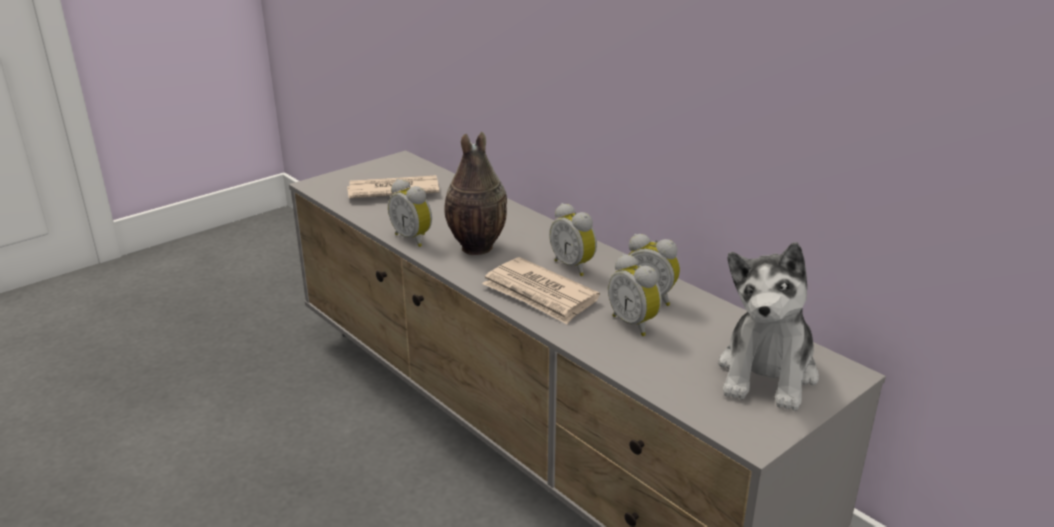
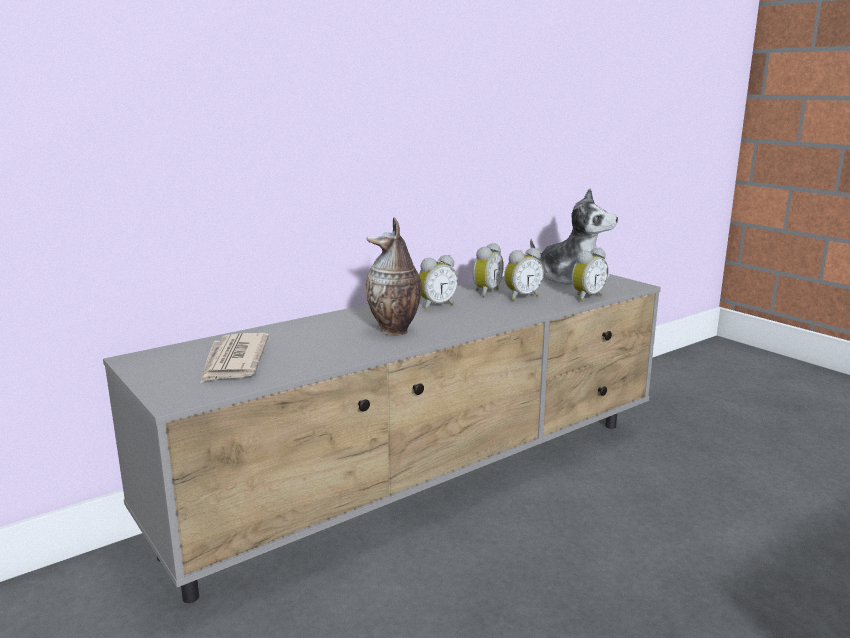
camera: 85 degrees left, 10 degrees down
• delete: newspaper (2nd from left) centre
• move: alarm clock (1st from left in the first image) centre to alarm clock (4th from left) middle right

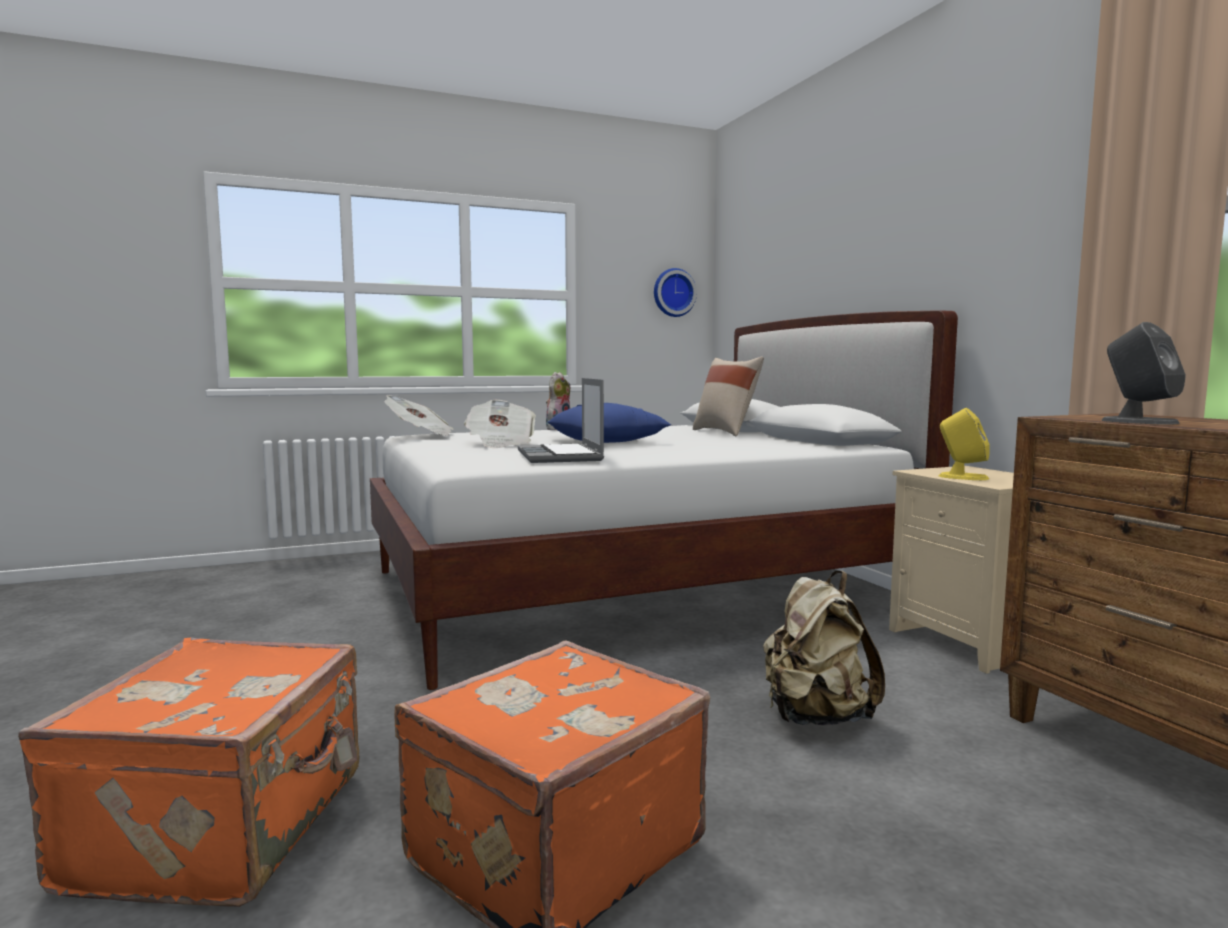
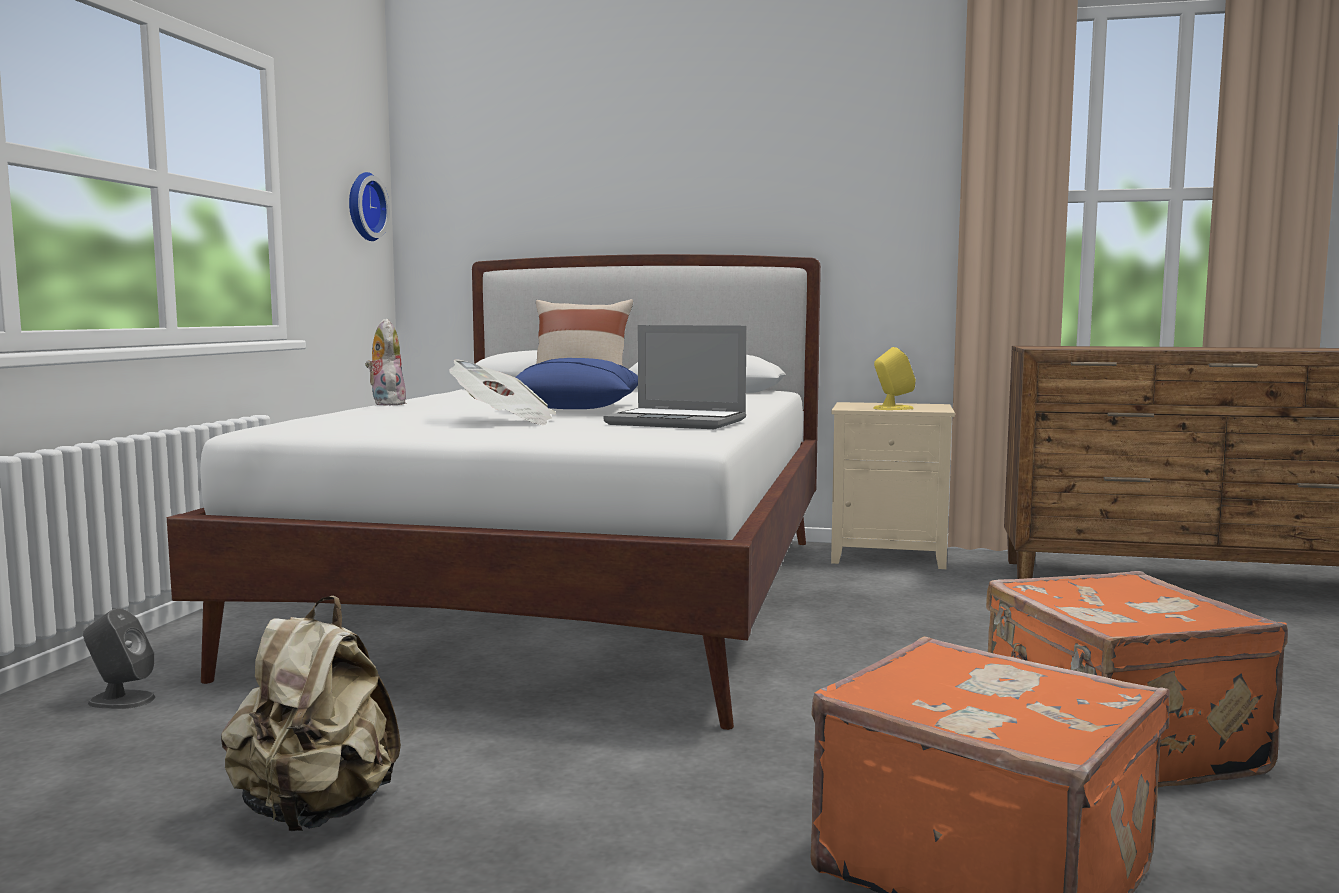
camera: 55 degrees left, 0 degrees up
• delete: newspaper (1st from left) centre
• move: beige backpack bottom right to bottom left
• move: grey speaker middle right to bottom left

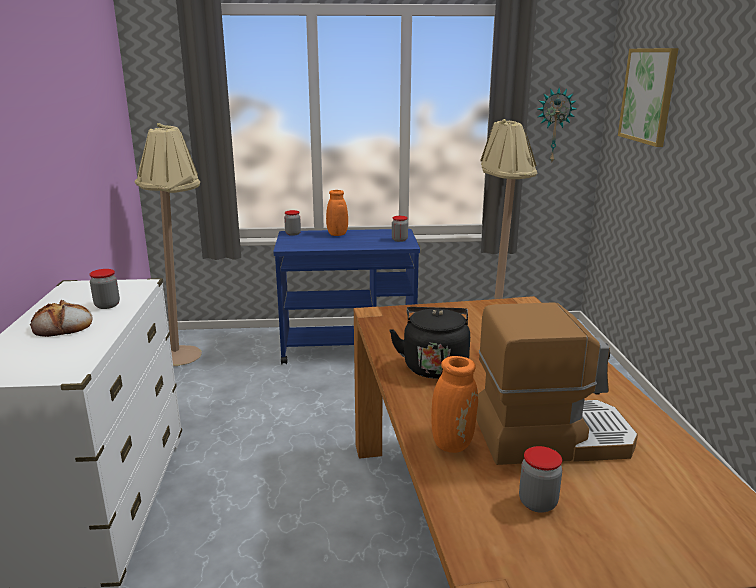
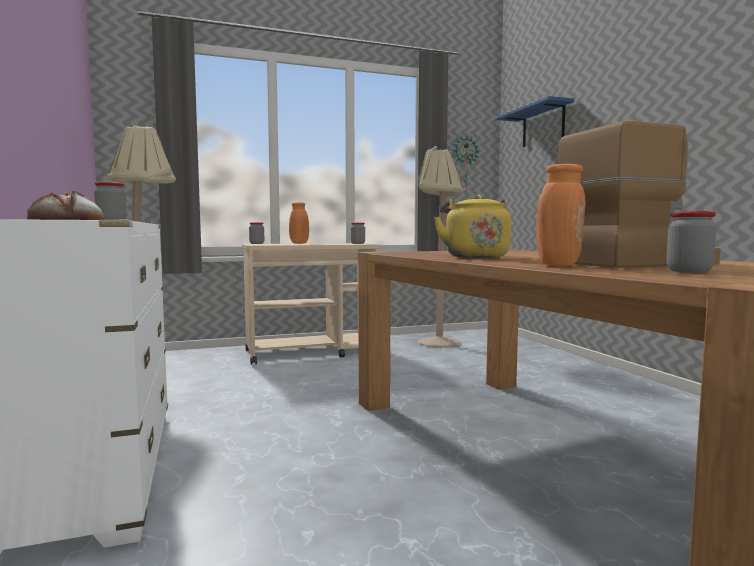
camera: 15 degrees left, 15 degrees down
• replace: picture top right to blue shelf top right
• recolor: blue cart centre to beige cart centre
• recolor: black kettle centre to yellow kettle centre

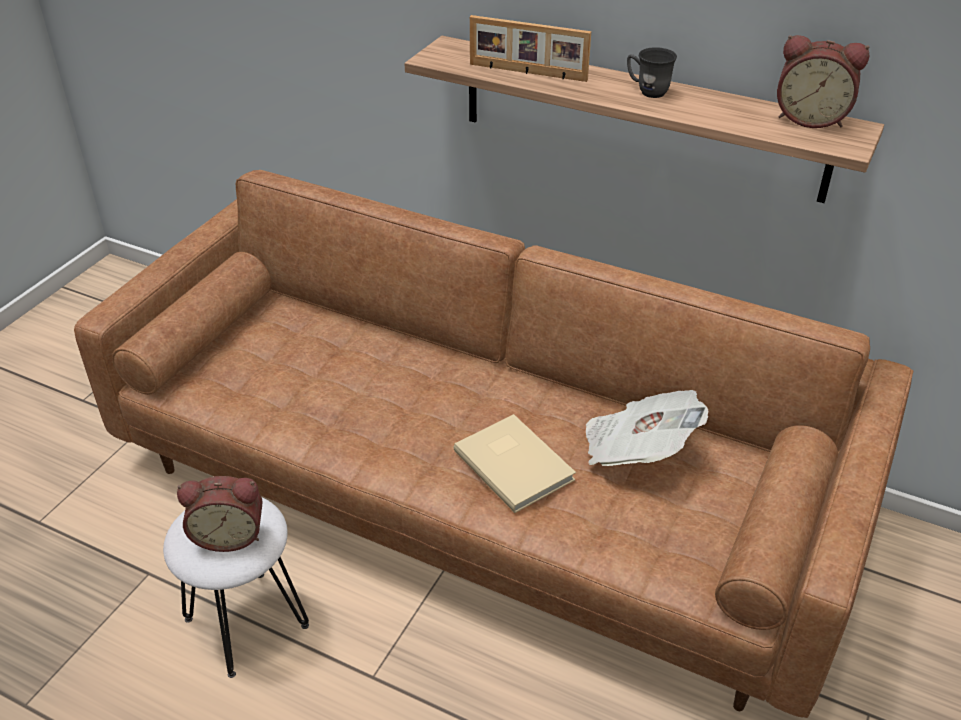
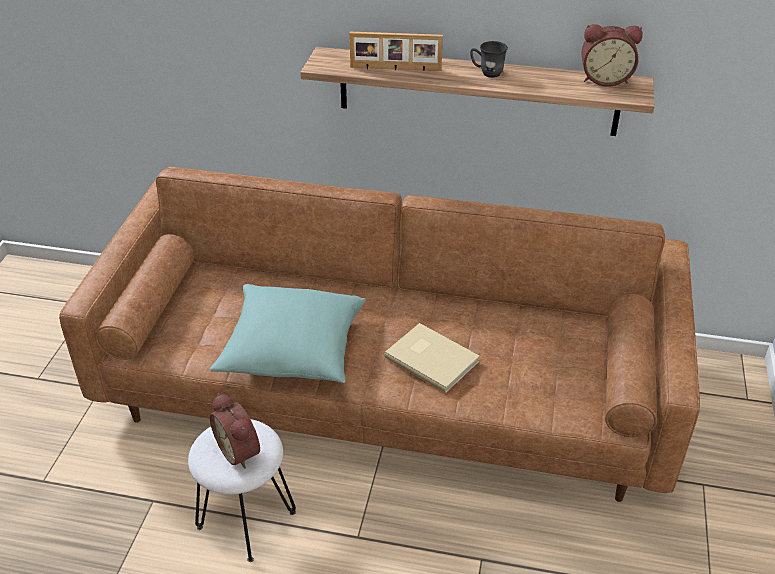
camera: 15 degrees left, 0 degrees up
• delete: newspaper middle right
• insert: turquoise pillow centre
• rotate: alarm clock (1st from left) bottom left = bottom left 75 degrees clockwise

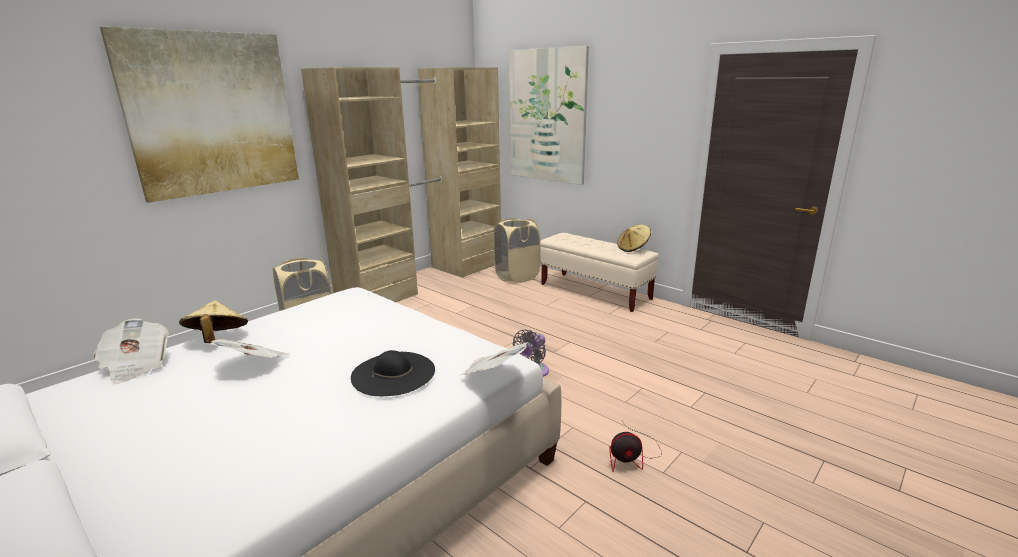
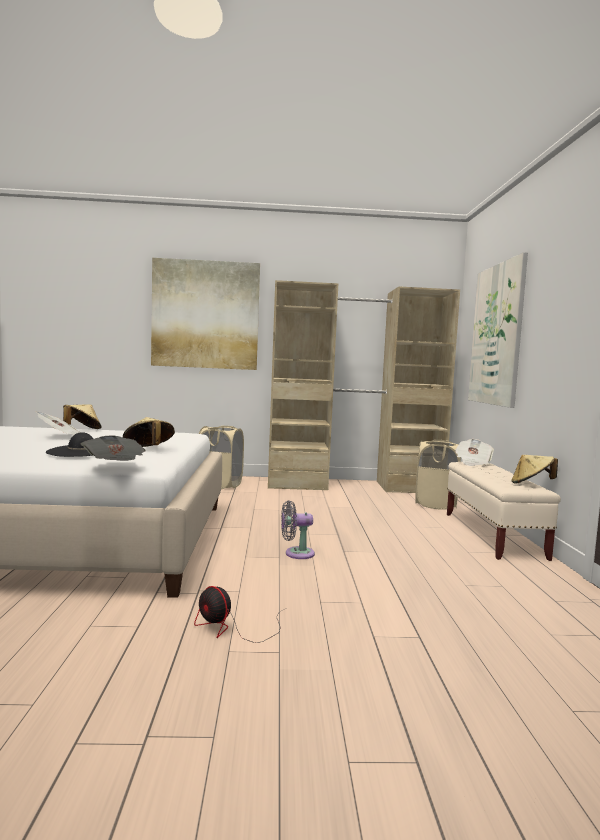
camera: 45 degrees right, 15 degrees down
• insert: beige hat (2nd from left) middle left
• move: newspaper (1st from left in the first image) middle left to newspaper (3rd from left) middle right

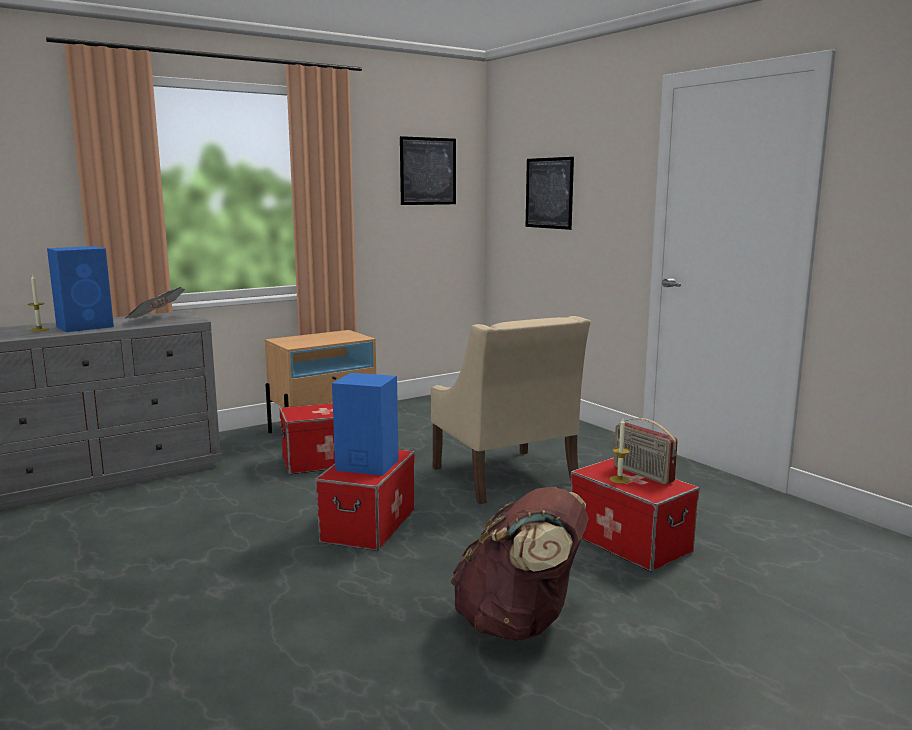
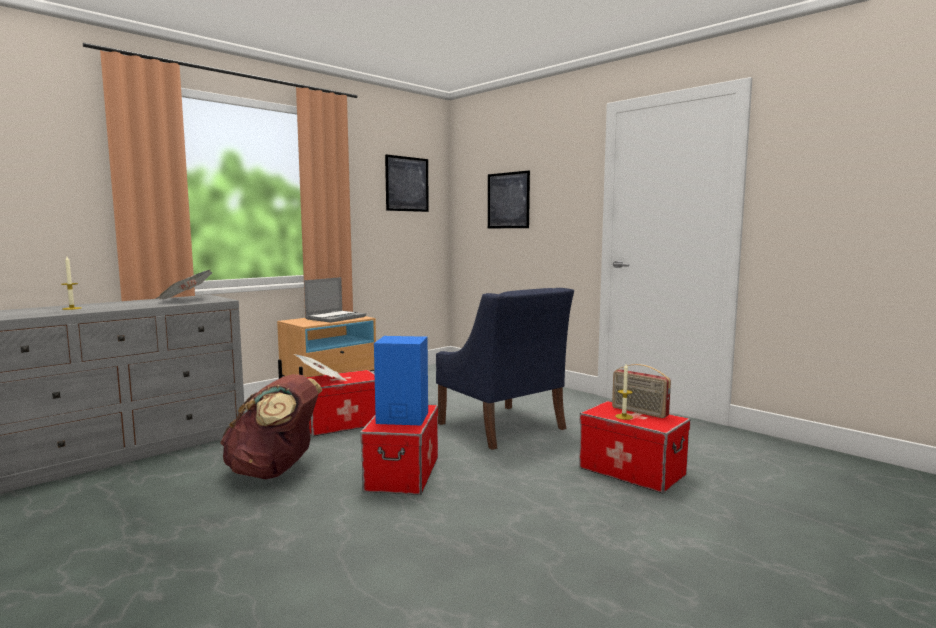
camera: 10 degrees left, 5 degrees down
• delete: blue speaker (1st from left) middle left
• insert: newspaper (2nd from left) centre
• insert: laptop centre
• move: brown backpack bottom centre to bottom left
• recolor: beige armchair centre to blue armchair centre

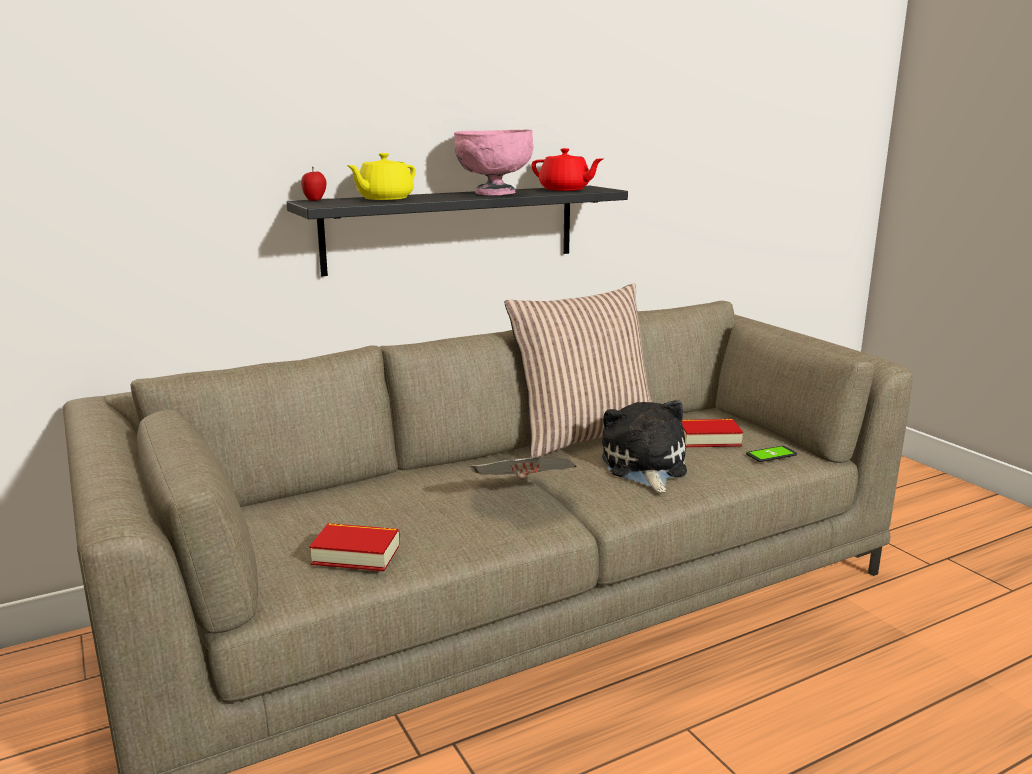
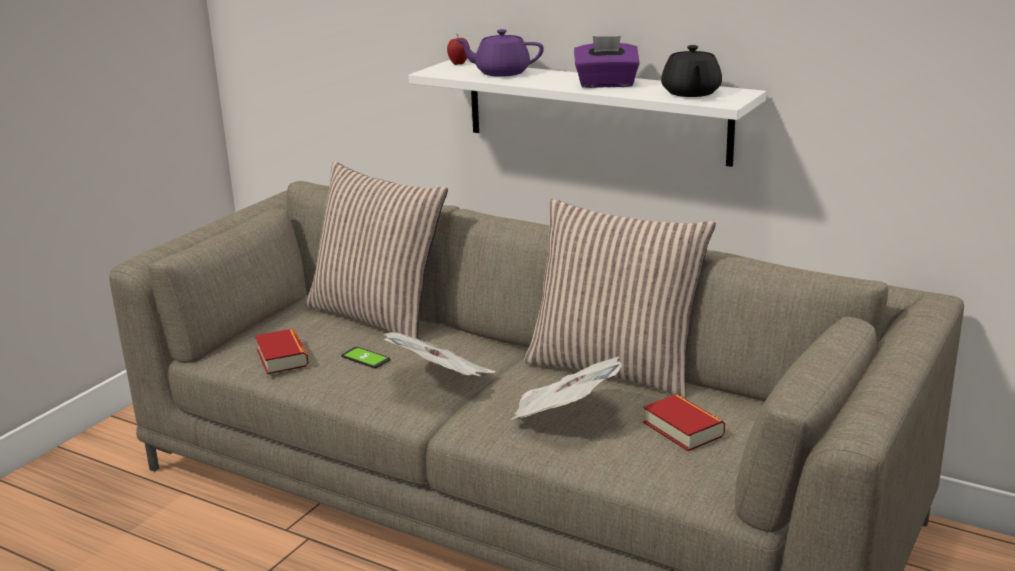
camera: 60 degrees right, 5 degrees up
• insert: pillow (1st from left) centre
• move: phone middle right to centre
• replace: pink bowl top centre to purple tissue box top centre
• replace: plush toy centre to newspaper (2nd from left) bottom centre
• recolor: black shelf top centre to white shelf top centre
• recolor: yellow teapot top centre to purple teapot top centre
• recolor: red teapot top centre to black teapot top right

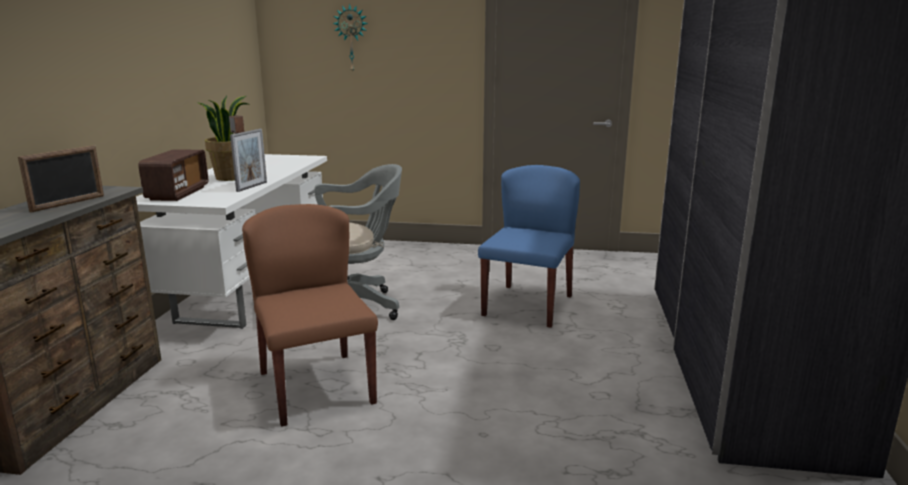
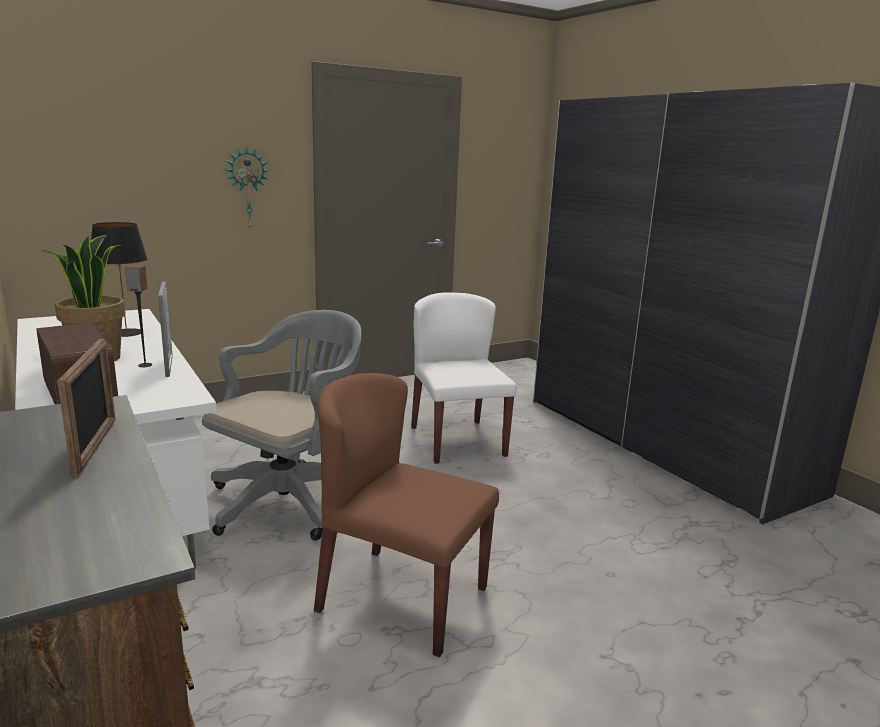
camera: 40 degrees left, 0 degrees up
• insert: black table lamp middle left
• move: wall clock top centre to top left
• recolor: blue chair centre to white chair centre

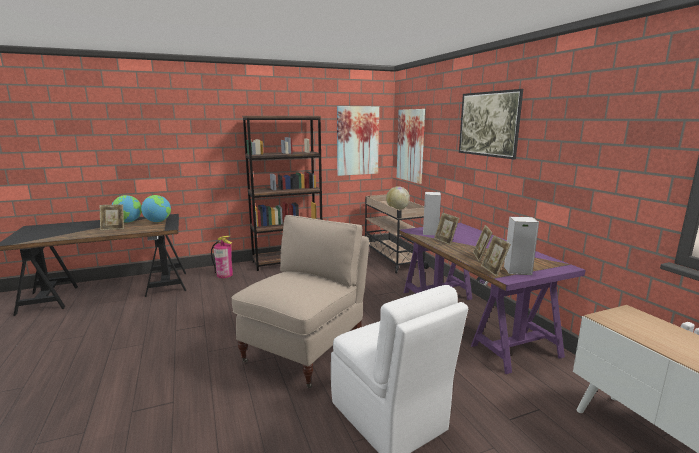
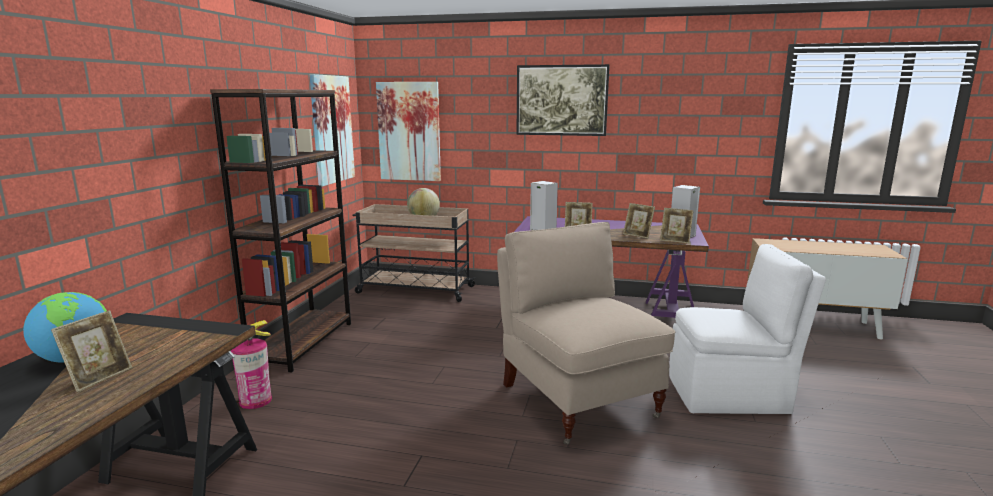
camera: 55 degrees left, 0 degrees up
• delete: globe (2nd from left) middle left

